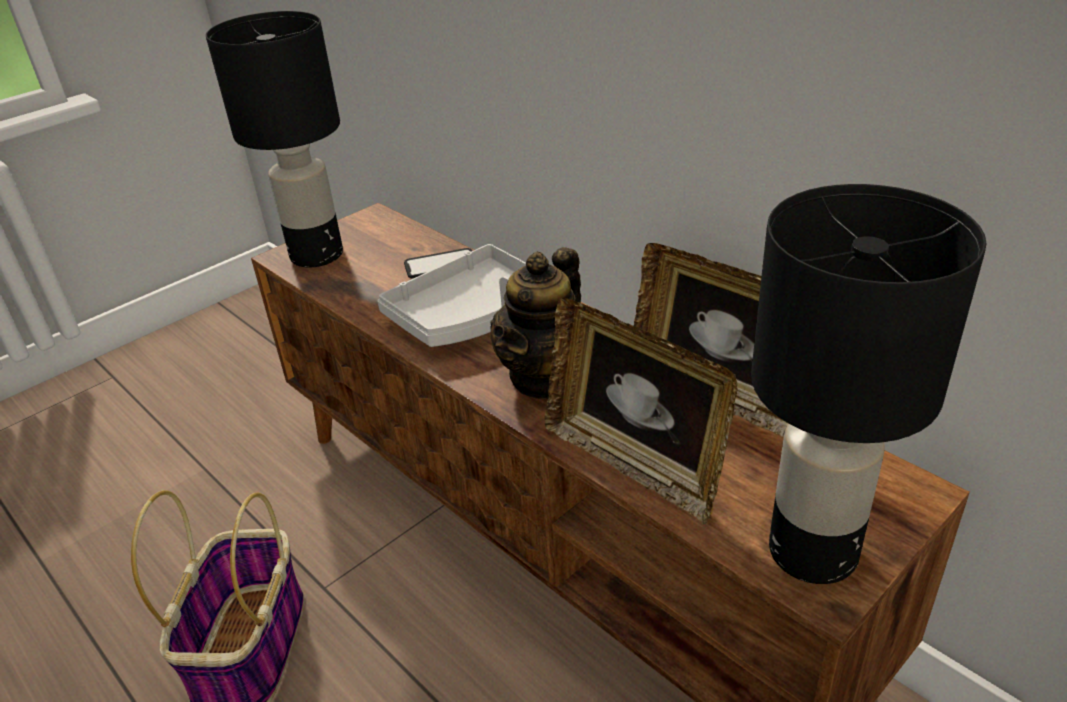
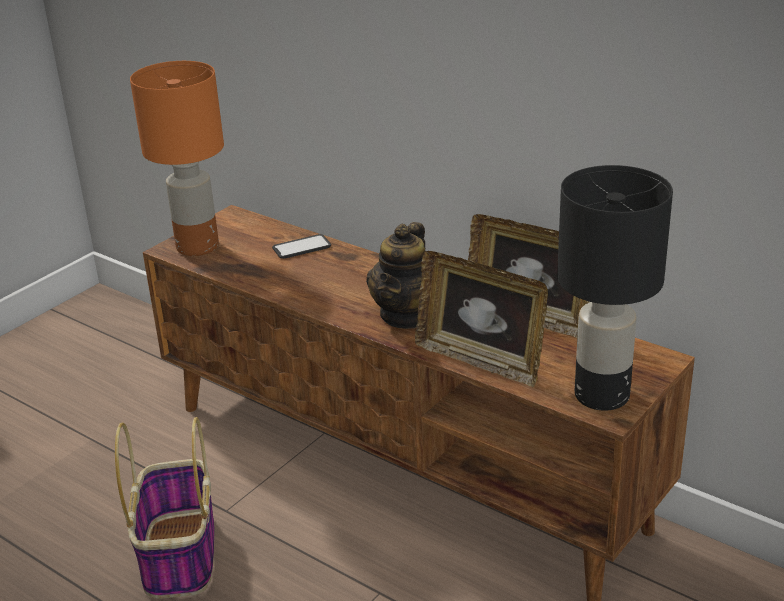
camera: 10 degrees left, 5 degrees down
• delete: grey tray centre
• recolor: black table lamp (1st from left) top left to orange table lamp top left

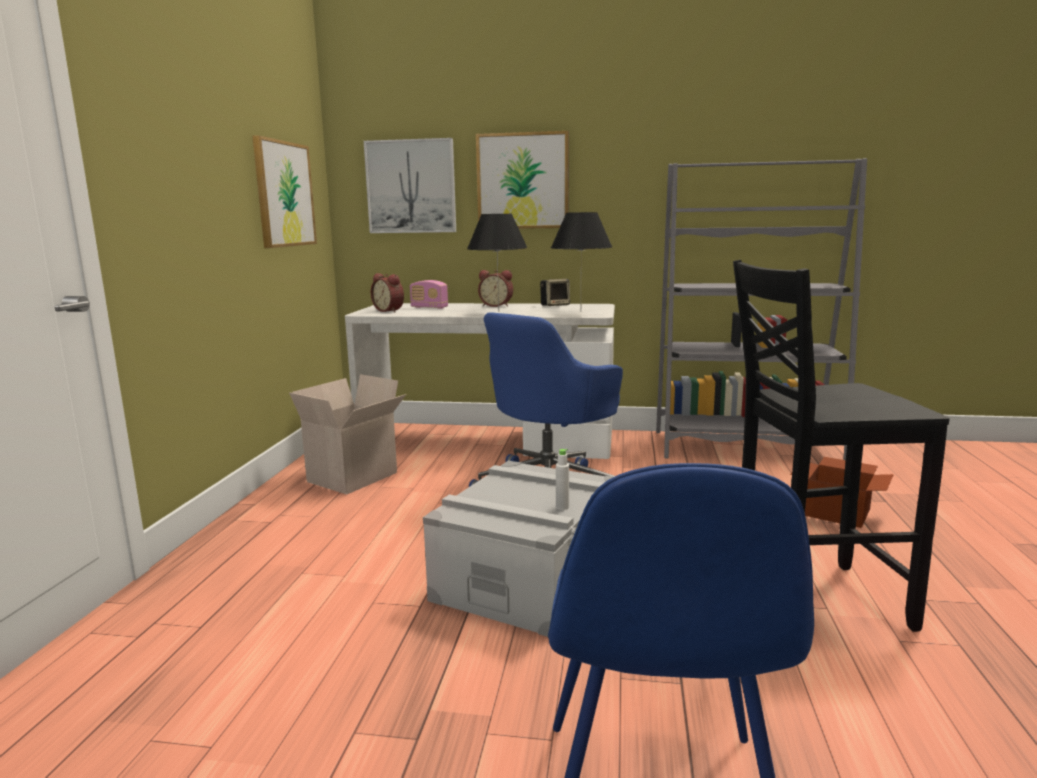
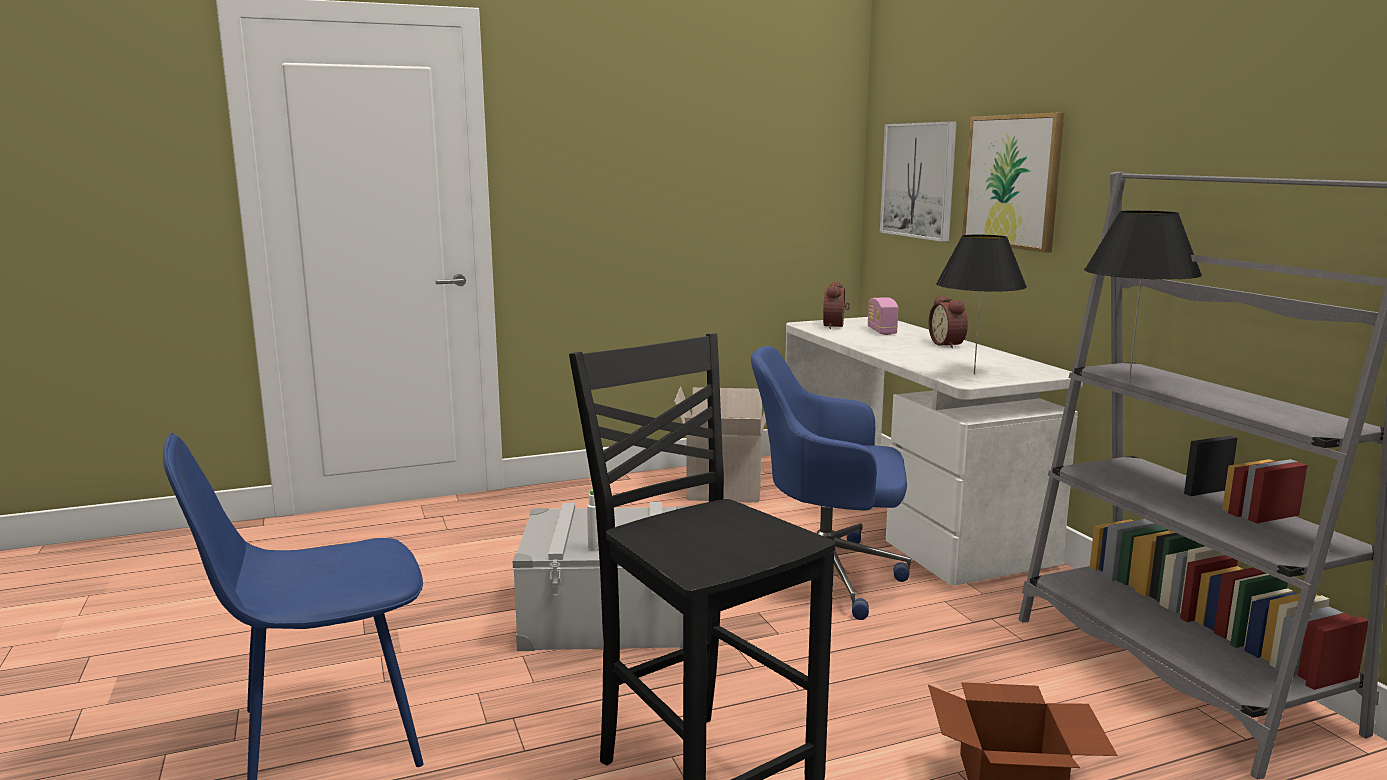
camera: 60 degrees right, 0 degrees up
• delete: picture (1st from left) top left
• delete: speaker centre
• move: black table lamp (1st from left in the first image) centre to black table lamp (2nd from left) middle right

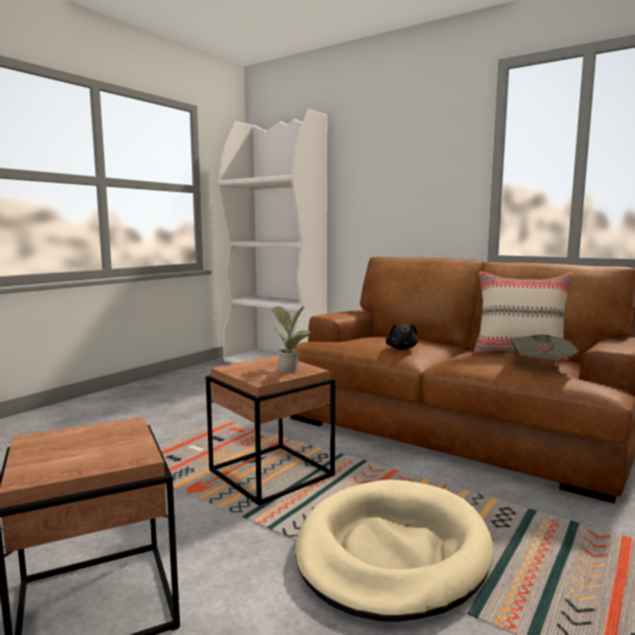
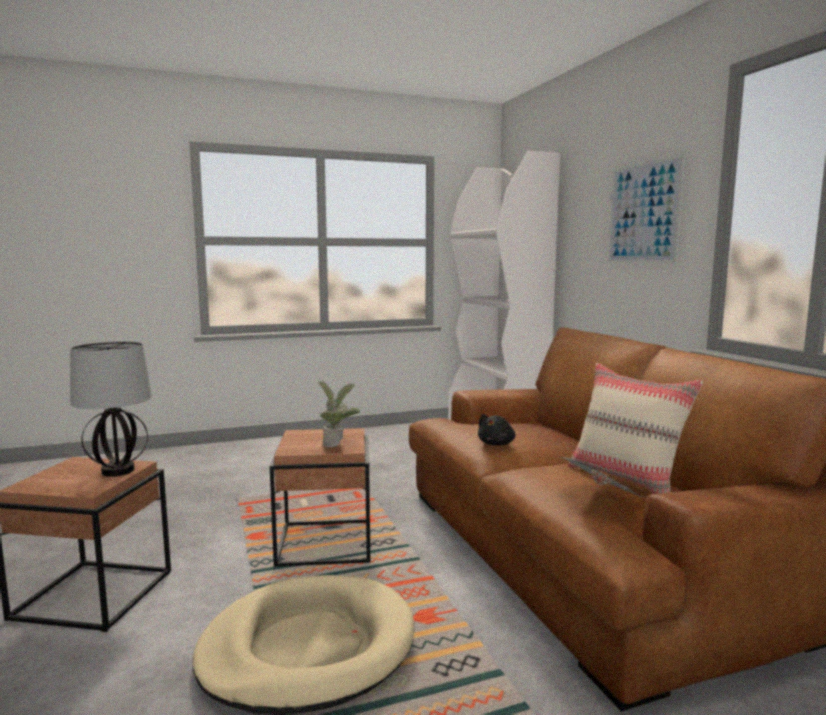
camera: 35 degrees right, 0 degrees up
• insert: table lamp middle left
• insert: picture top right

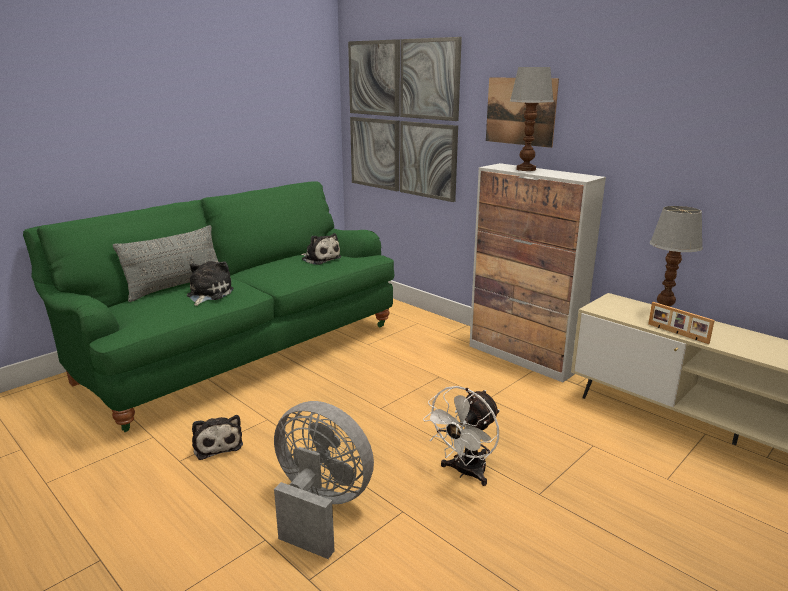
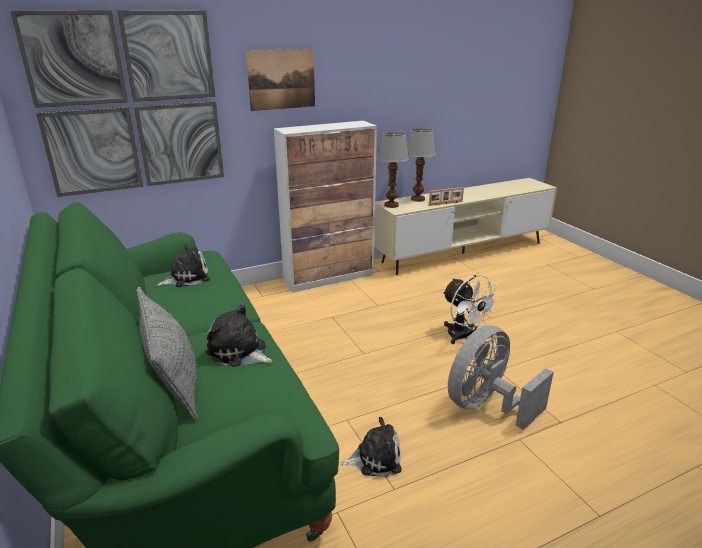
camera: 70 degrees left, 5 degrees up
• move: table lamp (1st from left) top right to top centre

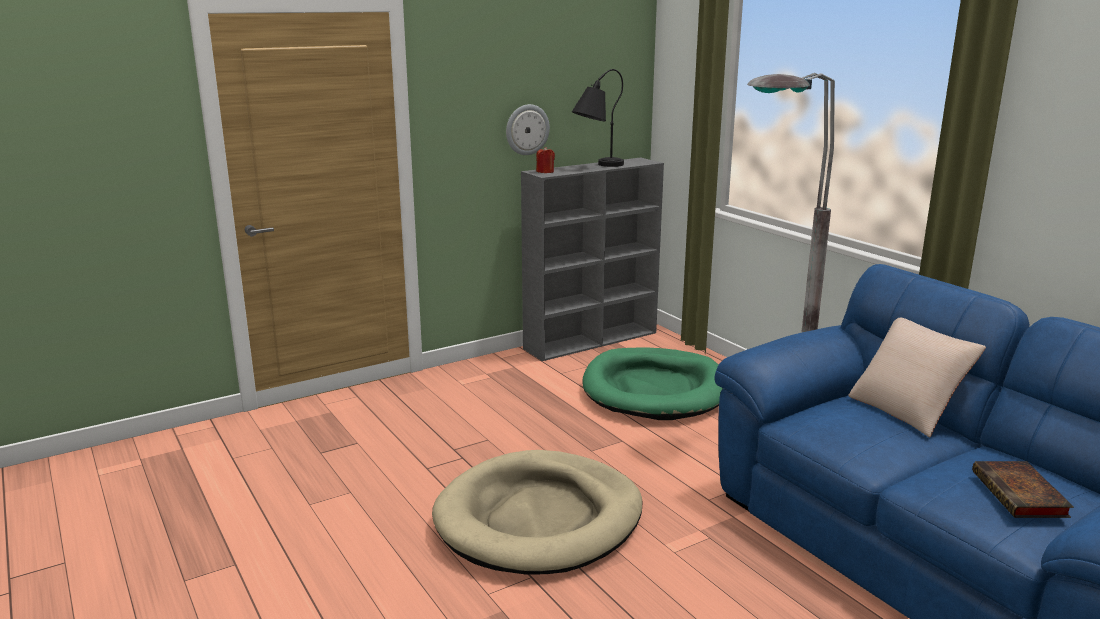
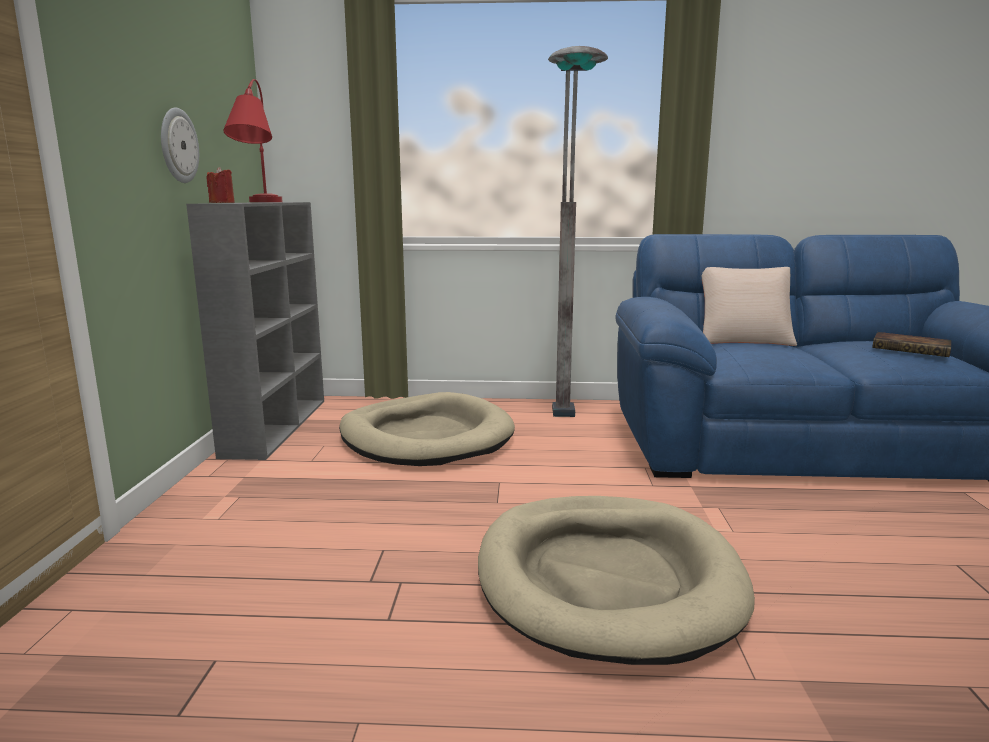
camera: 55 degrees left, 5 degrees down
• recolor: black table lamp top centre to red table lamp top left
• recolor: green dog bed centre to beige dog bed (1st from left) centre

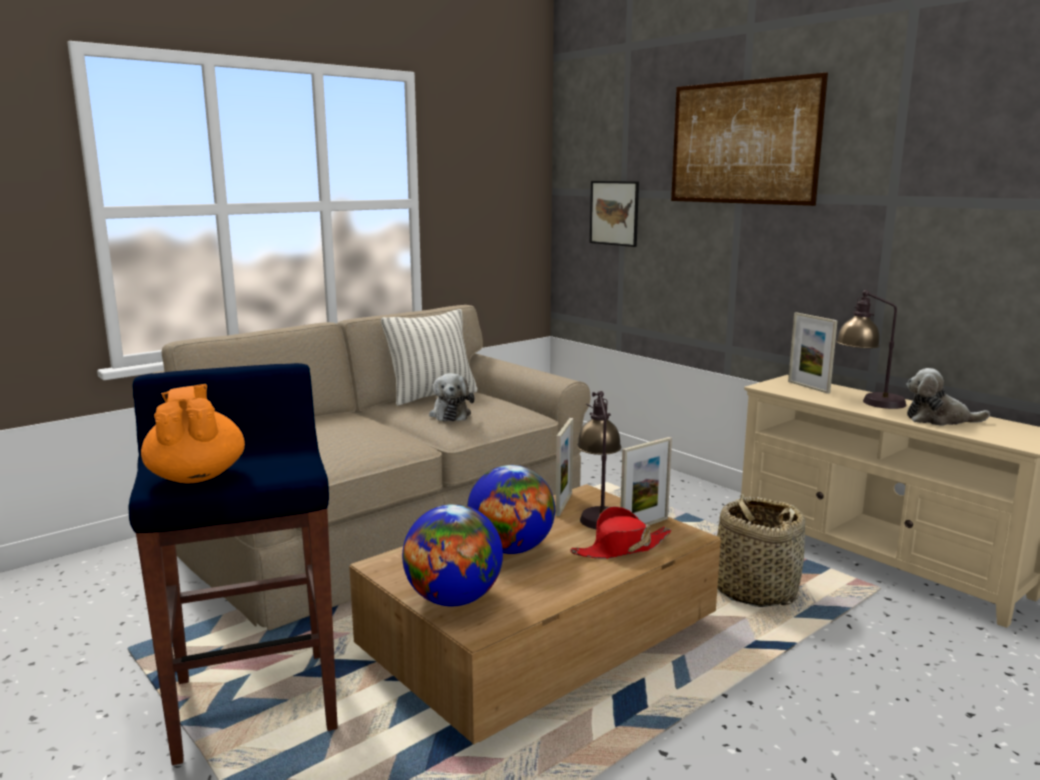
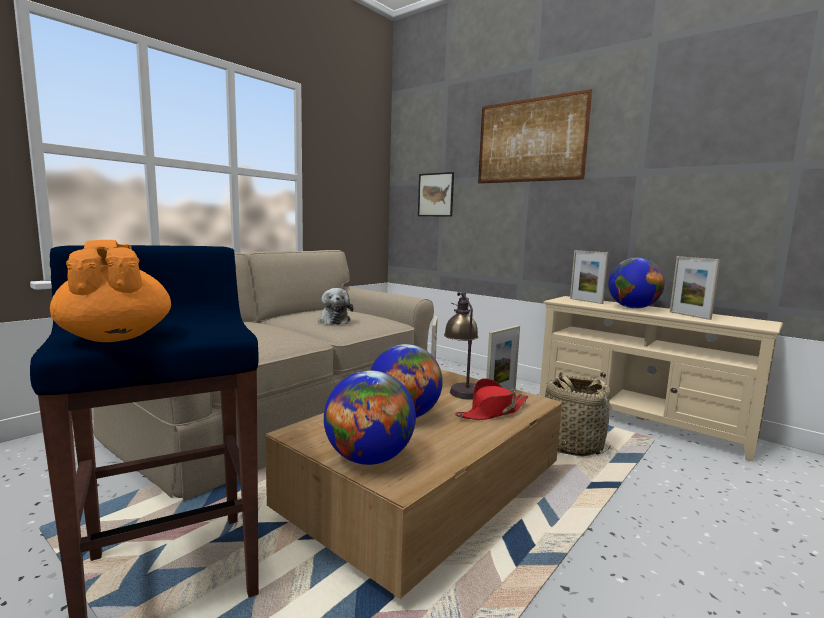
camera: 10 degrees left, 5 degrees down
• delete: pillow centre
• replace: table lamp (2nd from left) middle right to globe (3rd from left) middle right
• replace: plush toy (2nd from left) middle right to picture frame (4th from left) middle right

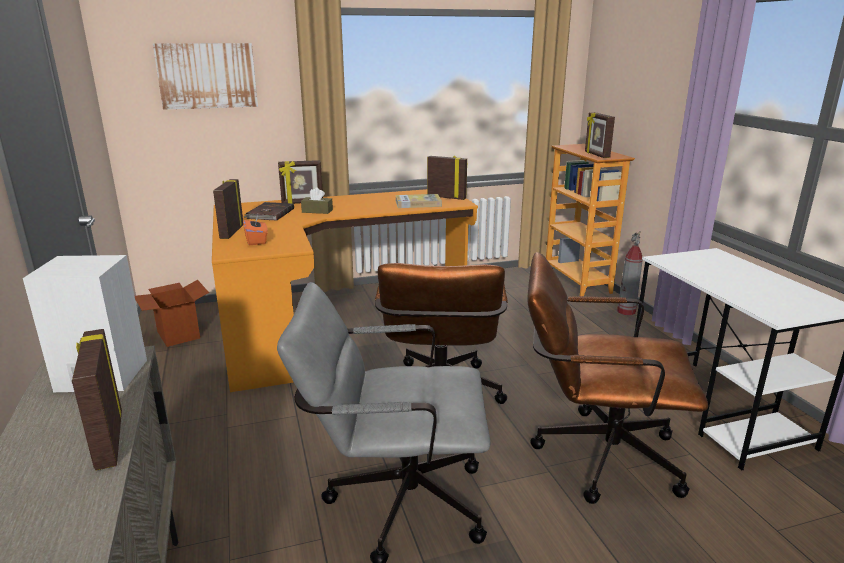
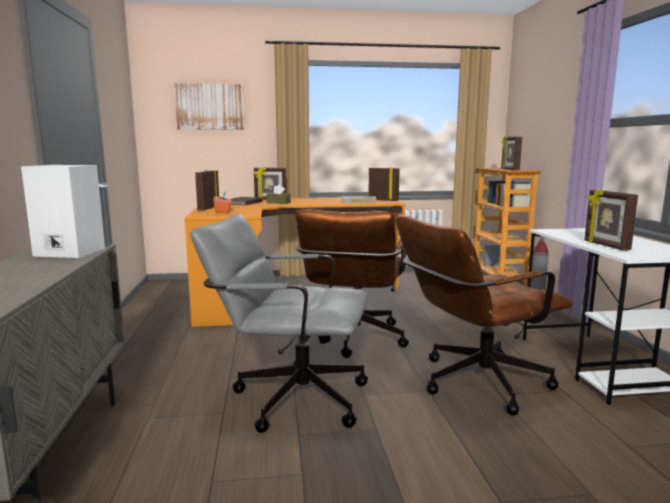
camera: 10 degrees right, 10 degrees down
• delete: cardboard box middle left
• move: picture frame (1st from left in the first image) bottom left to picture frame (5th from left) middle right
• rotate: brown office chair (2nd from left) bottom right = middle right 45 degrees counterclockwise

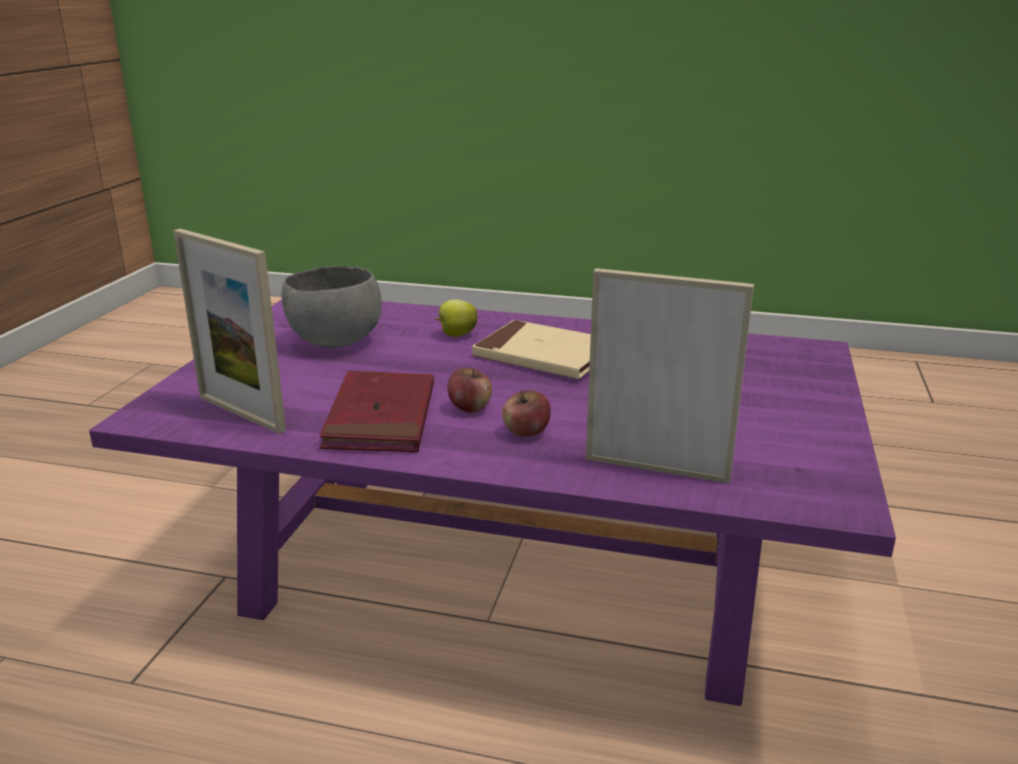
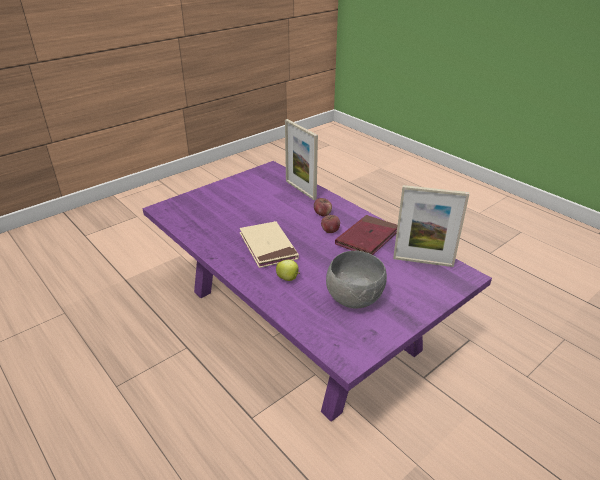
camera: 145 degrees left, 10 degrees up
• rotate: picture frame (1st from left in the first image) middle left = middle right 120 degrees clockwise

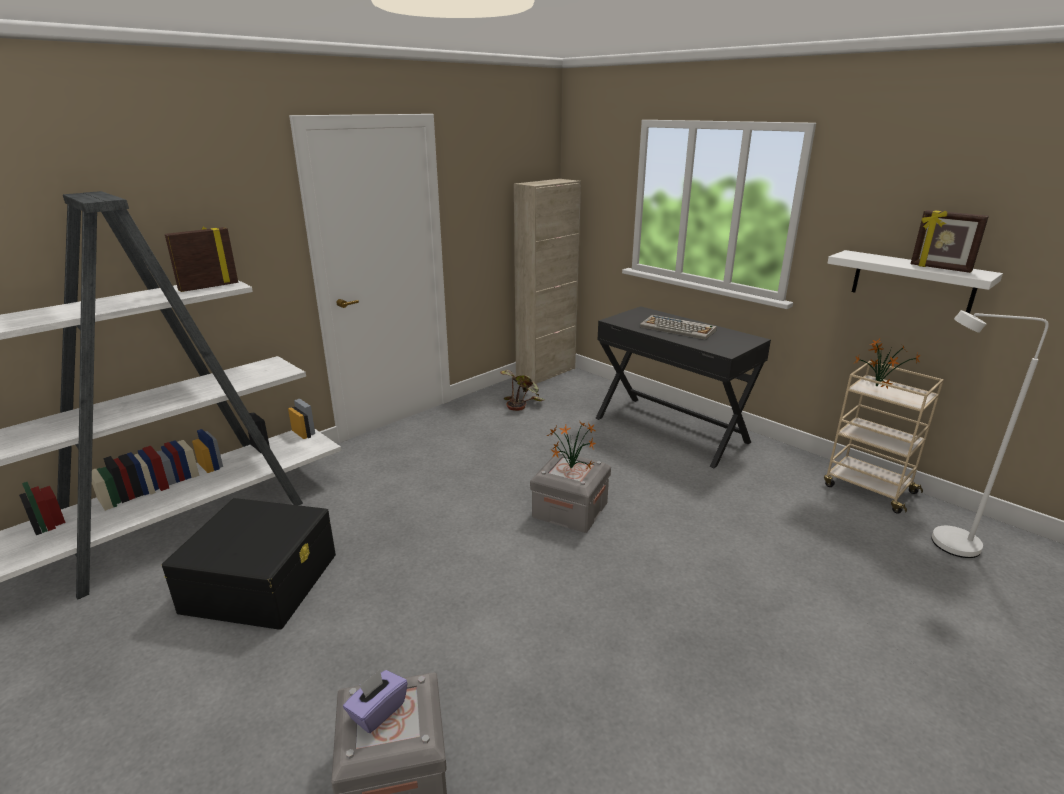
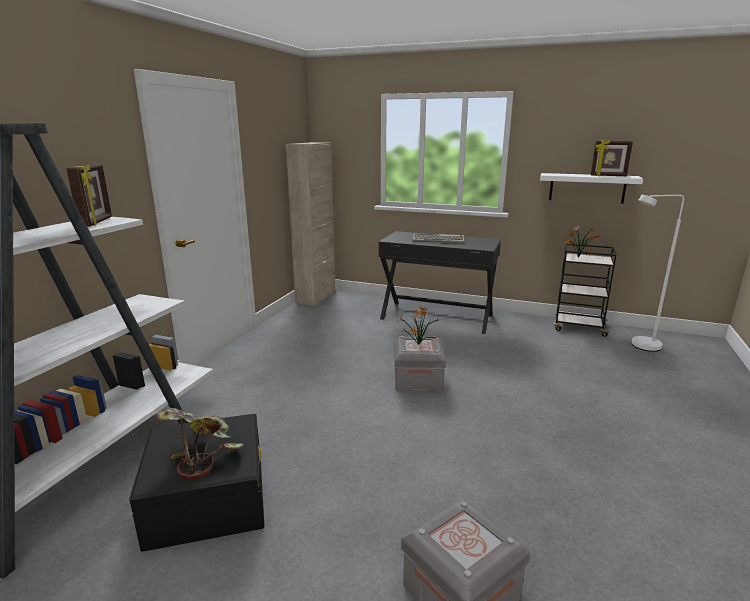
camera: 25 degrees left, 5 degrees down
• delete: purple tissue box bottom centre
• move: potted plant (1st from left) centre to bottom left
• recolor: beige cart middle right to black cart middle right
• rotate: picture frame (1st from left) top left = top left 150 degrees clockwise

